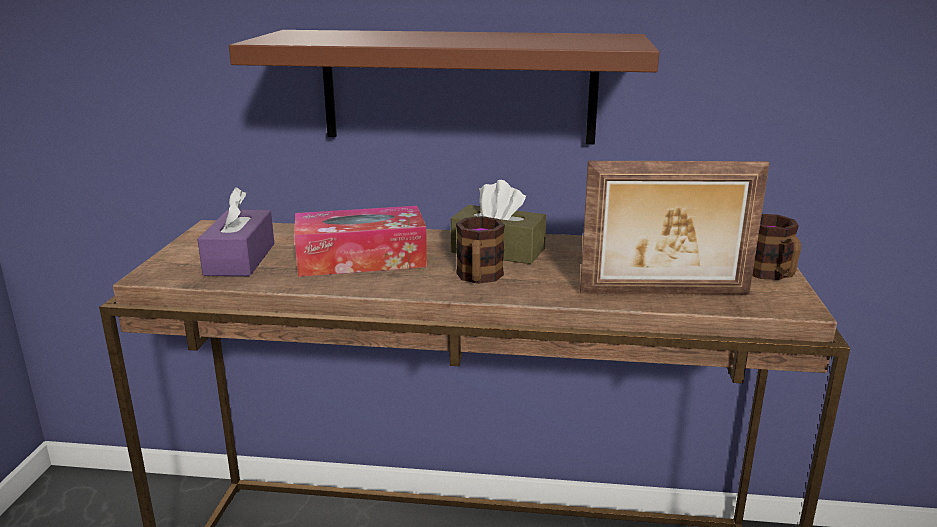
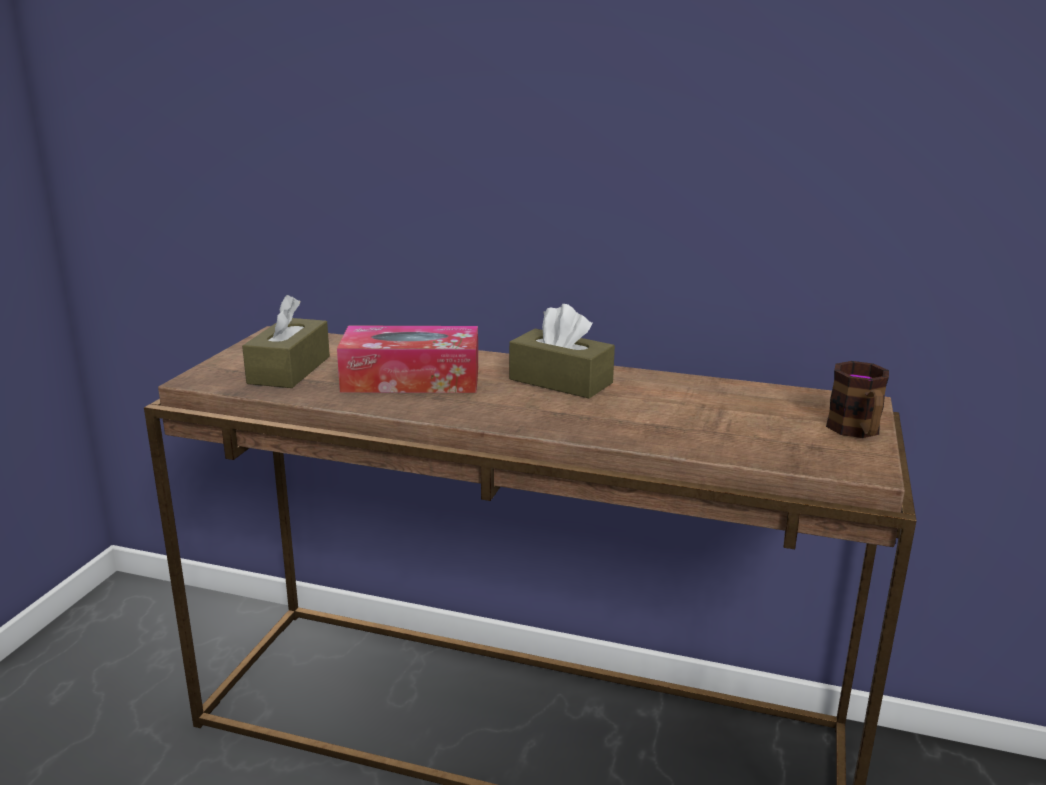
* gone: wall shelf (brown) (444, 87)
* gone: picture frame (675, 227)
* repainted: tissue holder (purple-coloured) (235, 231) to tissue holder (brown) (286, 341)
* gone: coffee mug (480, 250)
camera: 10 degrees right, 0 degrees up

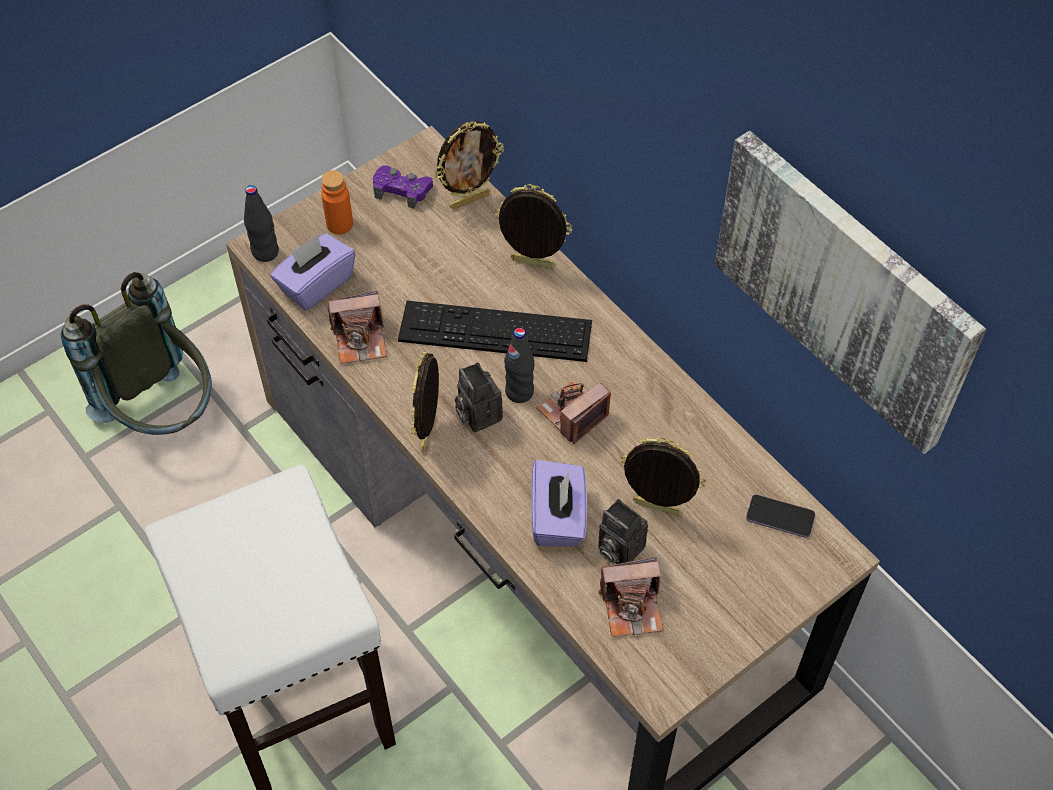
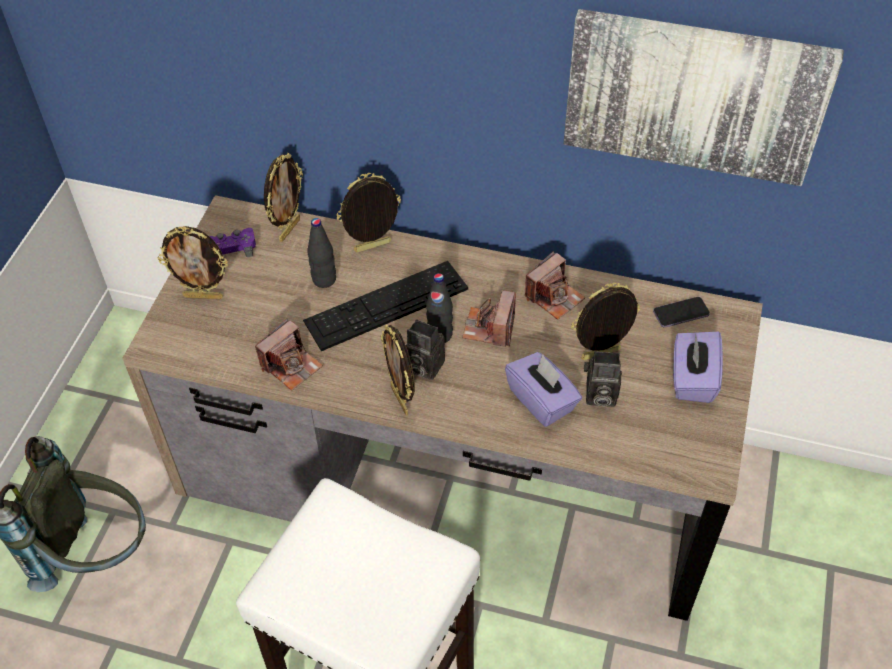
* swapped: beverage bottle (orange-coloured) (337, 202) to picture frame (193, 262)
* shifted: beverage bottle (blackish) (261, 223) to (322, 253)
* shifted: tissue holder (purple-coloured) (312, 271) to (698, 367)
* shifted: photo camera (631, 597) to (555, 285)
camera: 35 degrees left, 5 degrees down

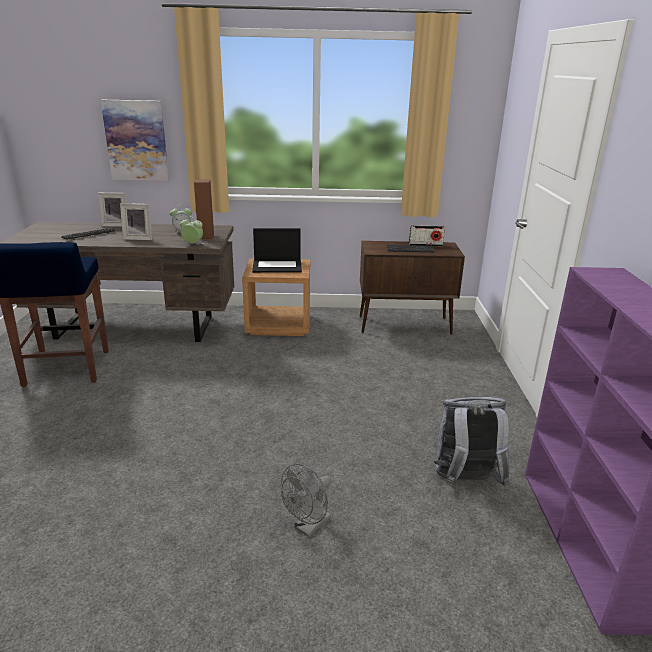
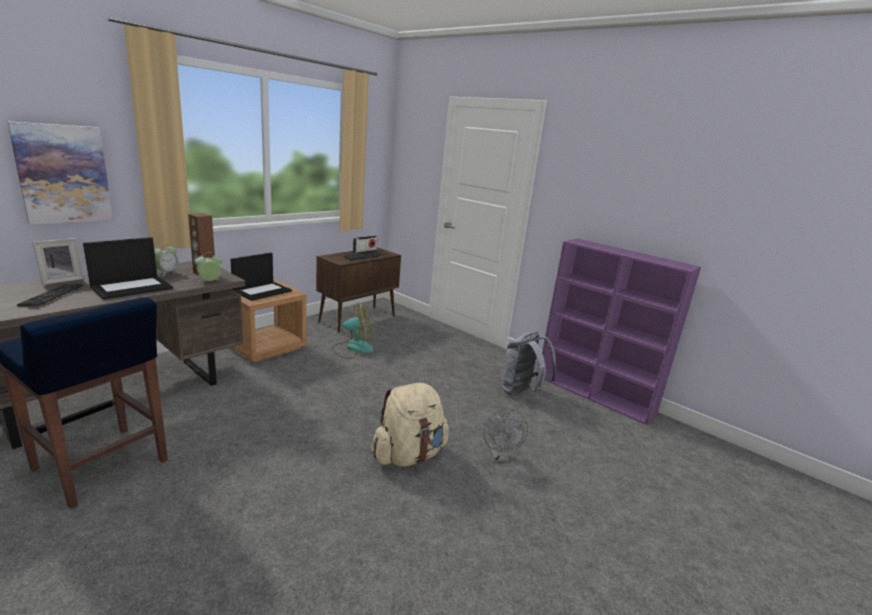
* swapped: picture frame (136, 221) to laptop (128, 268)
* new: cooling fan (353, 330)
* new: rucksack (sand-coloured) (410, 425)
camera: 50 degrees left, 5 degrees down

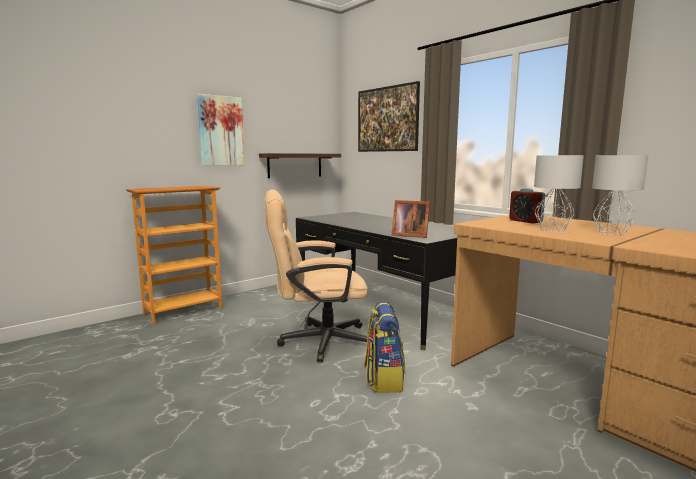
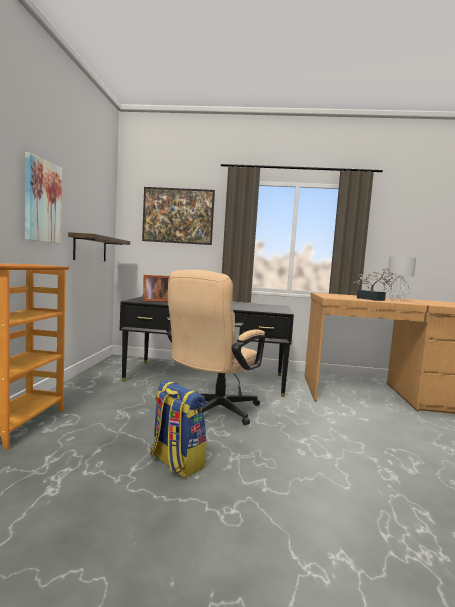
* swapped: tabletop lamp (grey) (559, 193) to houseplant (374, 284)
* gone: table clock (527, 205)
* shifted: picture frame (410, 219) to (156, 288)
* shifted: rucksack (385, 347) to (178, 429)
camera: 45 degrees left, 5 degrees down

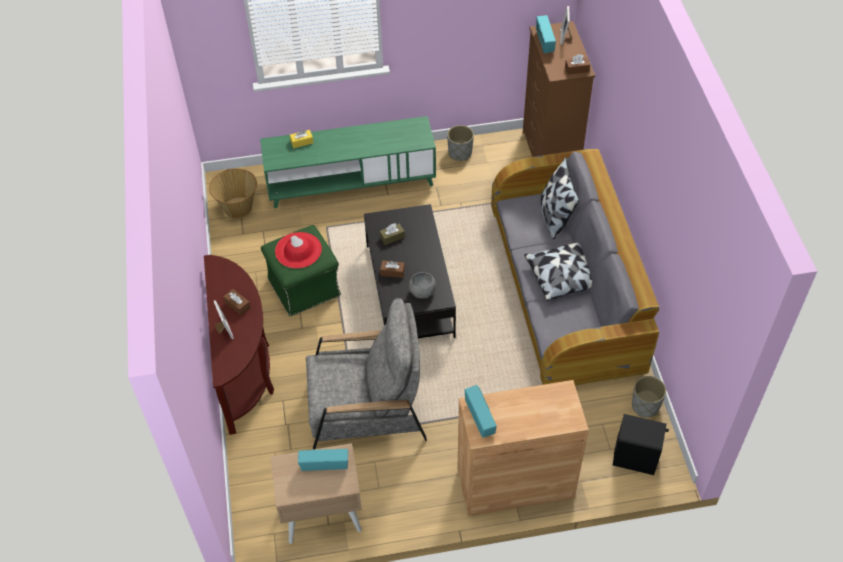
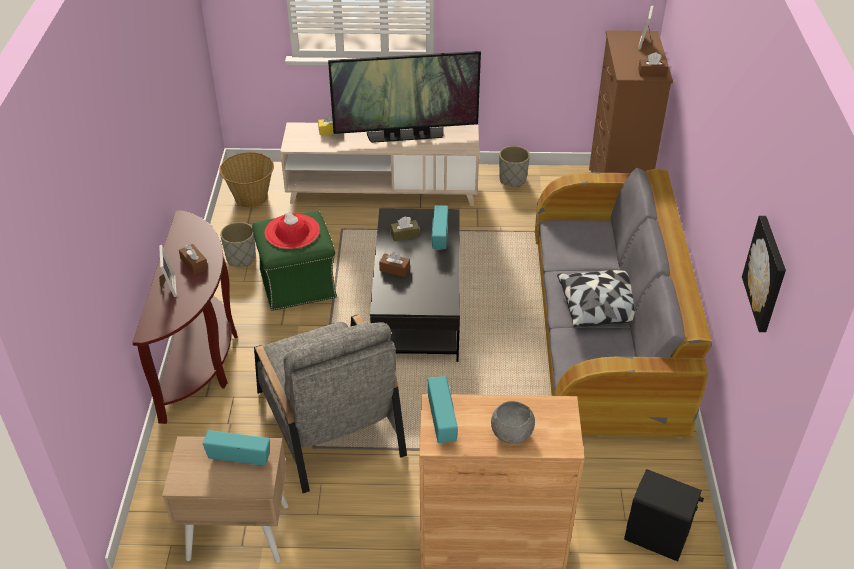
* shifted: radio set (546, 34) to (439, 227)
* repainted: tv unit (green-coloured) (348, 162) to tv unit (sand-coloured) (379, 164)
* gone: pillow (559, 198)
* shifted: serving bowl (grey) (422, 285) to (513, 422)
* rotated: armchair (grey) (366, 373) = (330, 404) 60 degrees clockwise
* shifted: flower pot (grey) (649, 396) to (238, 244)
* new: TV (404, 97)
* new: picture (764, 274)
camera: 10 degrees right, 10 degrees down

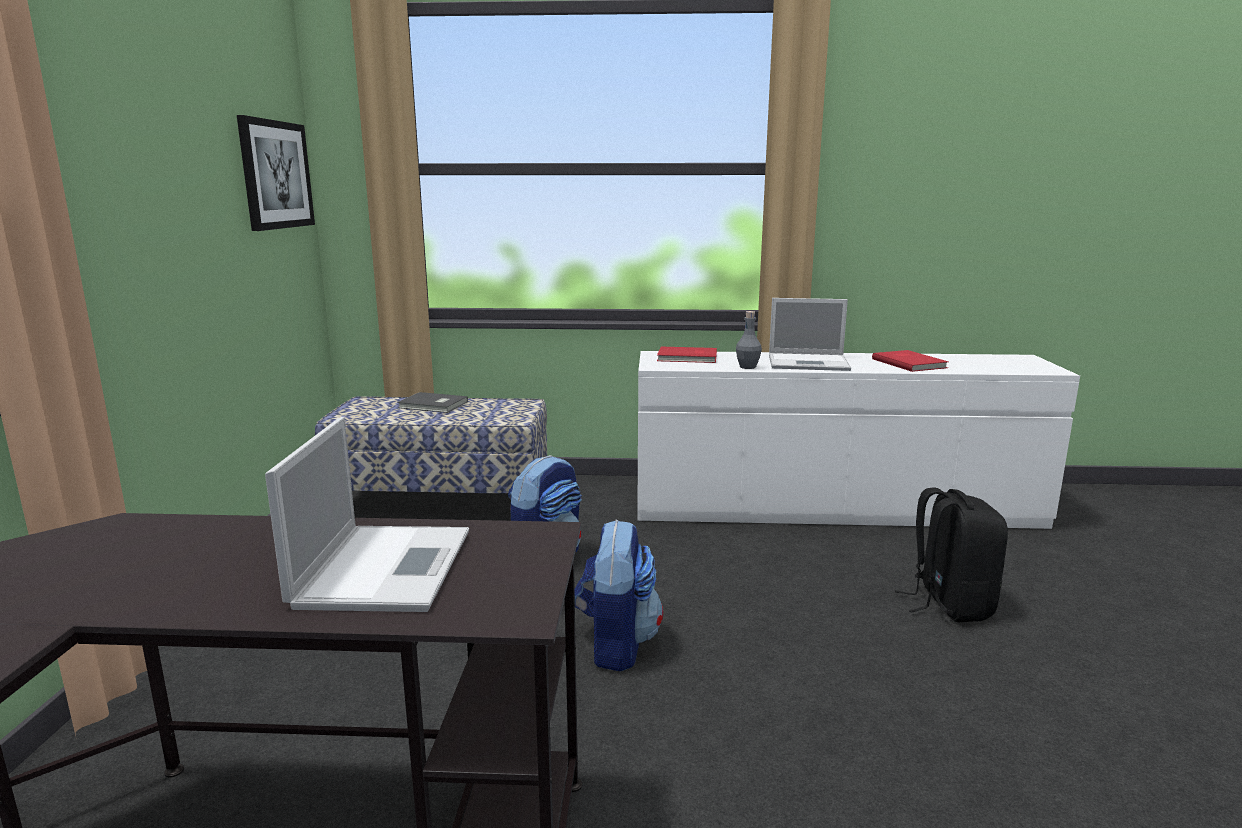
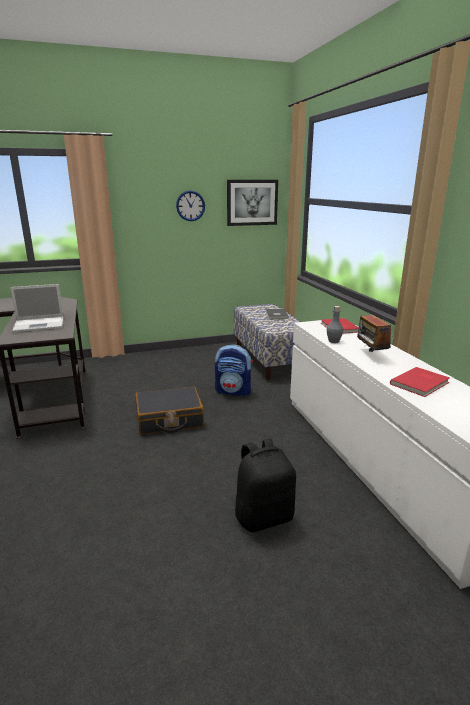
* swapped: laptop (810, 334) to radio set (372, 329)
* swapped: rucksack (619, 596) to travel case (blackish) (169, 410)
* new: clock on the wall (190, 206)
camera: 70 degrees right, 5 degrees up

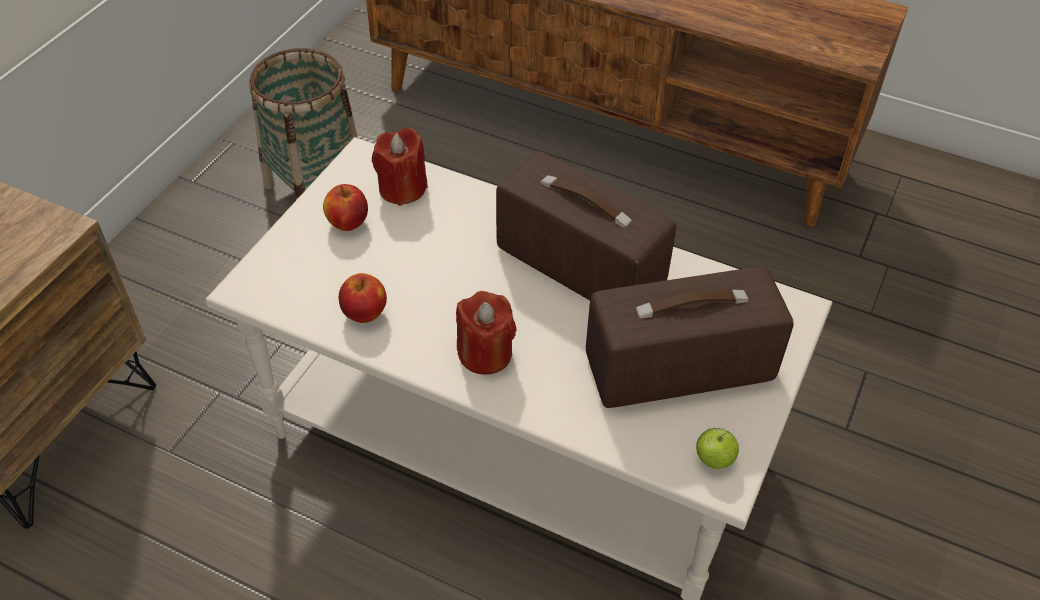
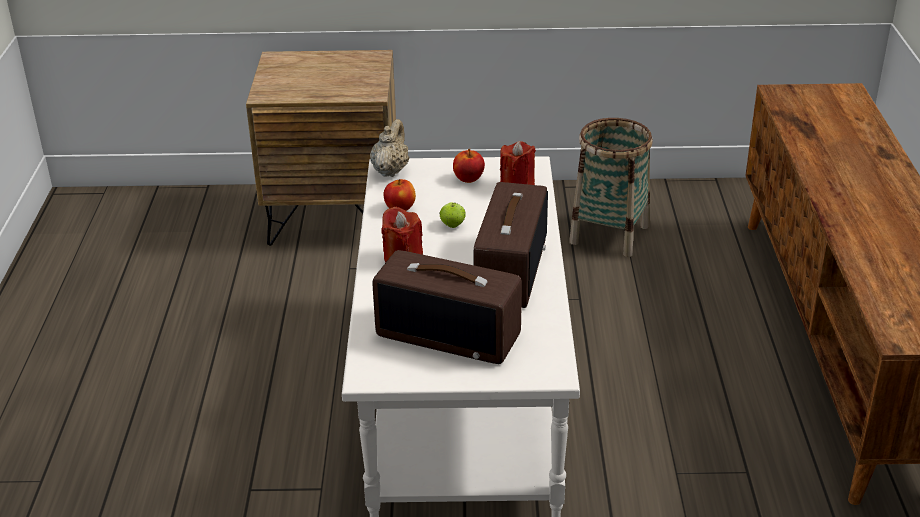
* rotated: radio set (690, 337) = (447, 307) 150 degrees clockwise
* shifted: apple (717, 448) to (453, 215)
* new: teapot (sand-coloured) (390, 148)
camera: 65 degrees right, 15 degrees down

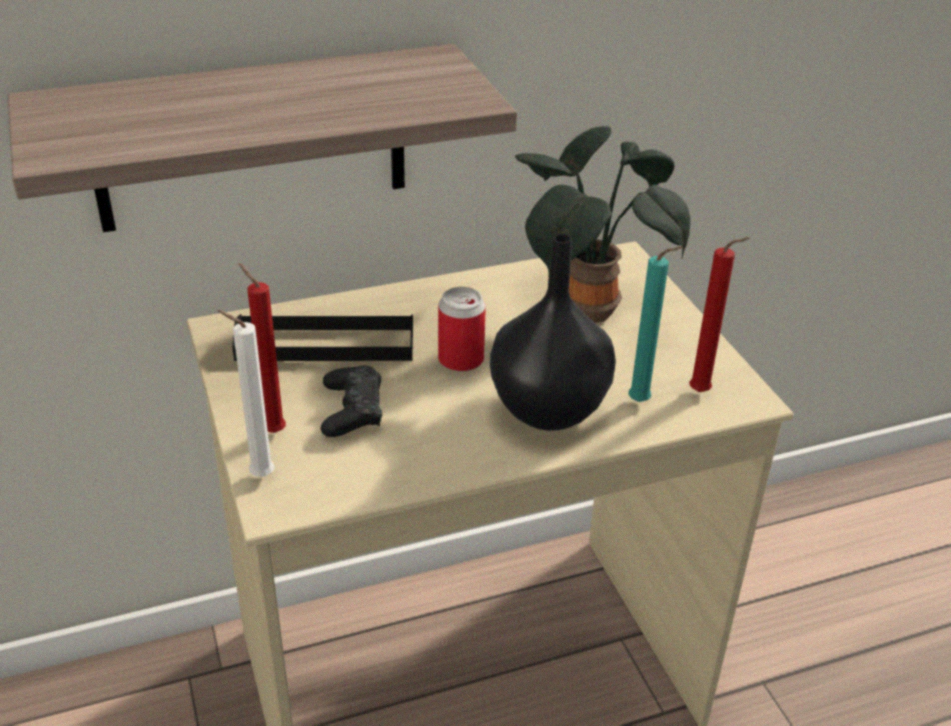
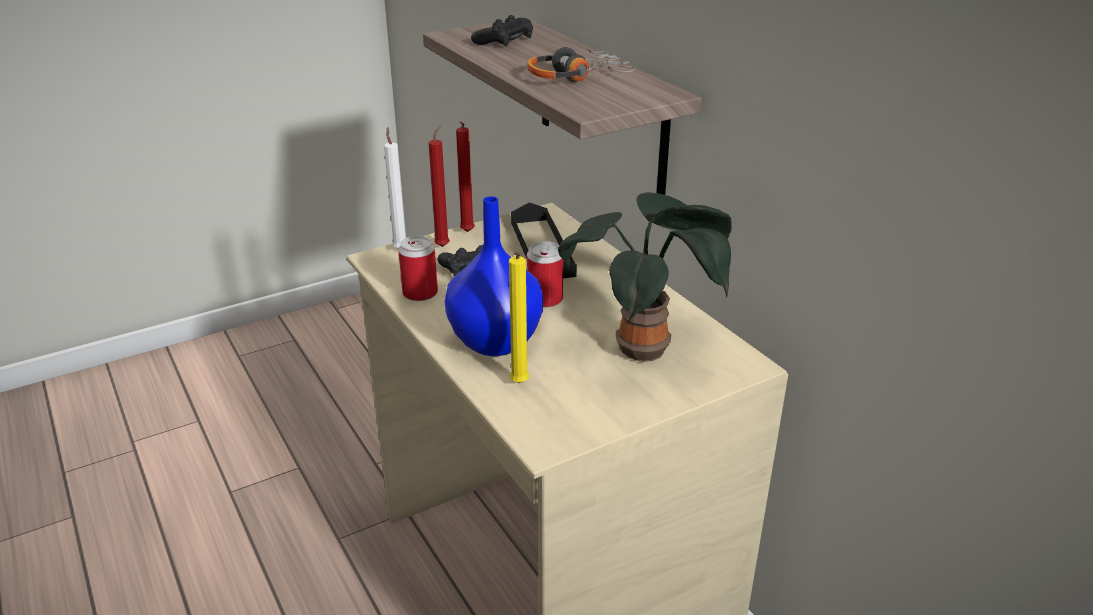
* repainted: vase (blackish) (553, 332) to vase (blue) (494, 276)
* shifted: wax candle (red-coloured) (719, 314) to (465, 176)
* repainted: wax candle (turquoise-coloured) (656, 324) to wax candle (yellow-coloured) (519, 317)
* new: game controller (blackish) (502, 31)
* new: headset (581, 64)
* new: sealed can (418, 268)
camera: 80 degrees right, 5 degrees down

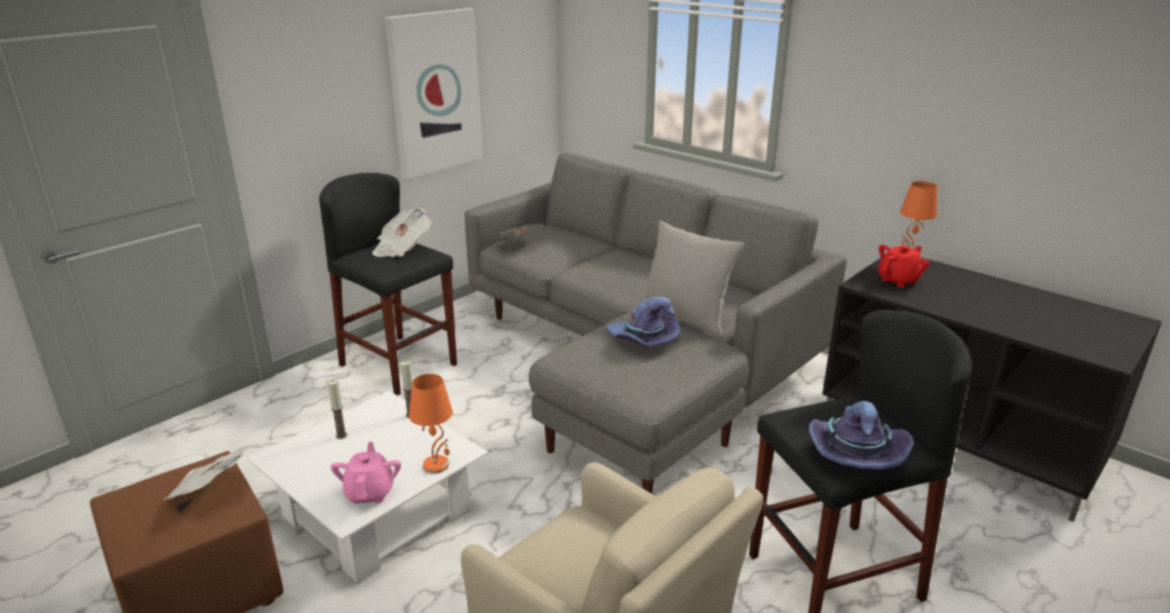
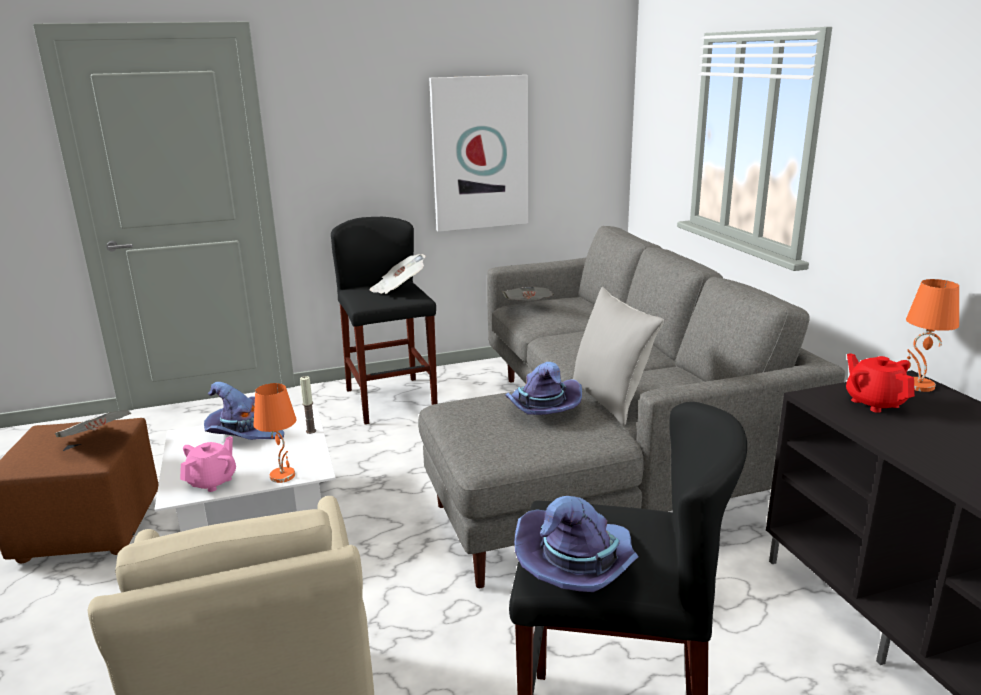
* rotated: teapot (red-coloured) (903, 266) = (880, 383) 105 degrees counterclockwise
* swapped: wax candle (337, 409) to clothing hat (purple-coloured) (244, 411)
camera: 30 degrees right, 5 degrees down

